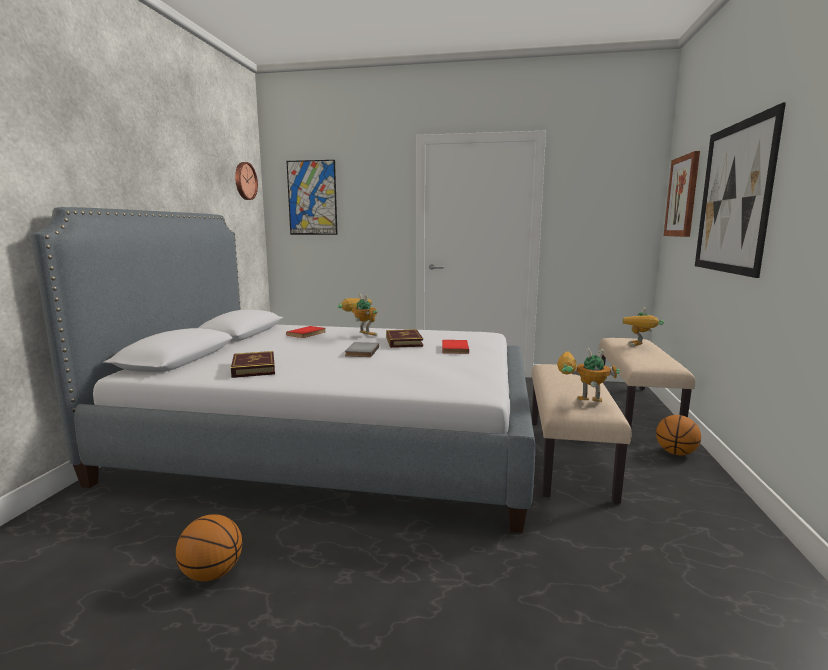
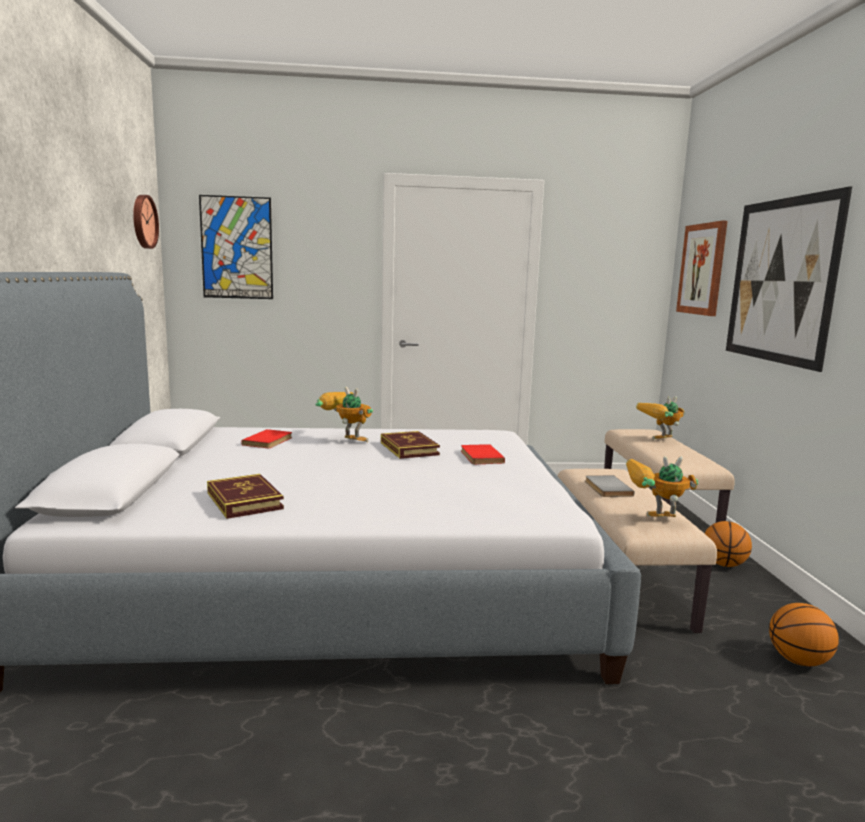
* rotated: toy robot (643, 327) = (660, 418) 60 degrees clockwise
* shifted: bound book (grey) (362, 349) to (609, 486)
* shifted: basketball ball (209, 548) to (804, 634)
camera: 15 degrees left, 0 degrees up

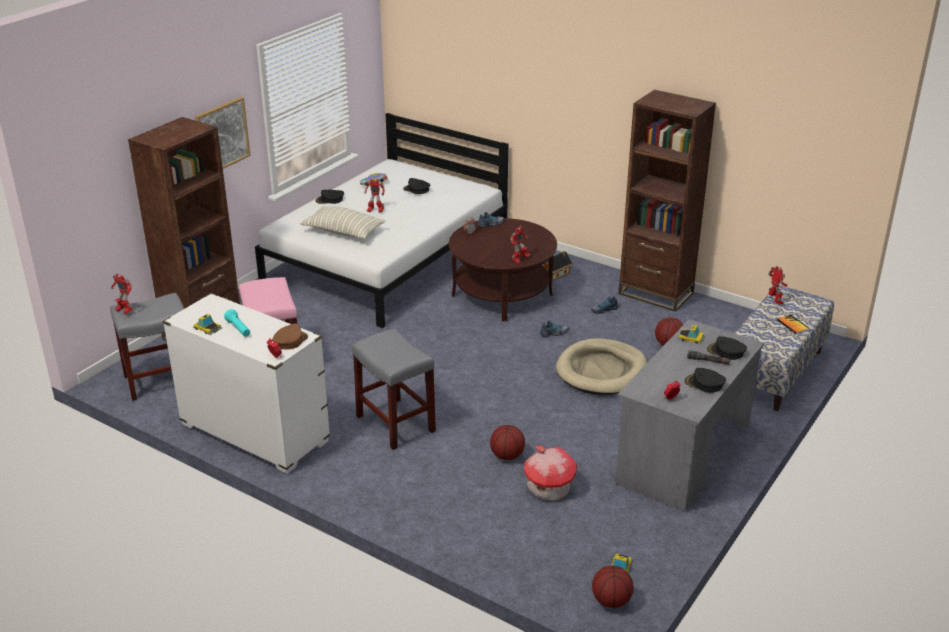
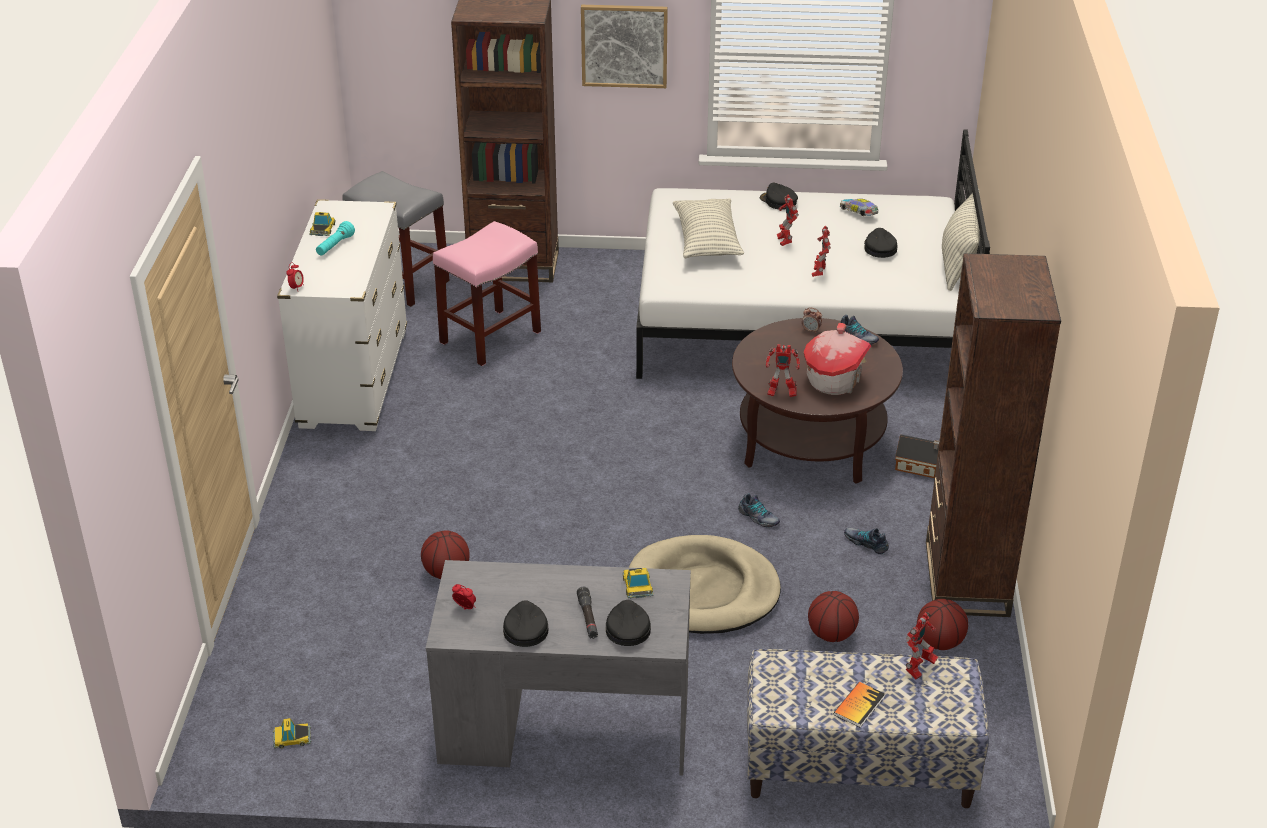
* shifted: toy robot (122, 293) to (821, 251)
* gone: cap (brown) (290, 336)
* gone: sitting stool (grey) (394, 389)
* shifted: toy house (550, 473) to (837, 359)
* shifted: basketball ball (613, 587) to (942, 624)
* new: pillow (962, 239)
camera: 60 degrees right, 5 degrees up

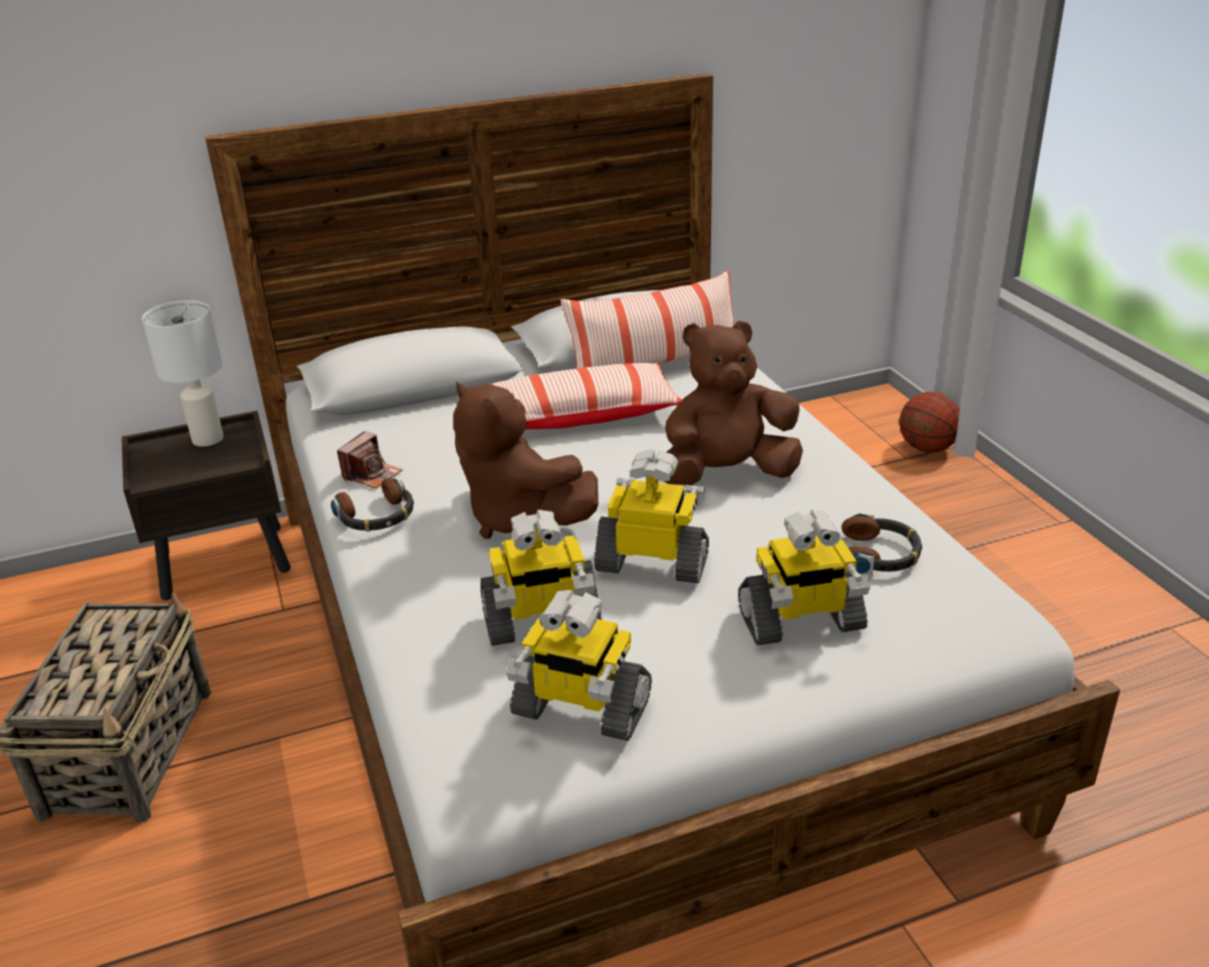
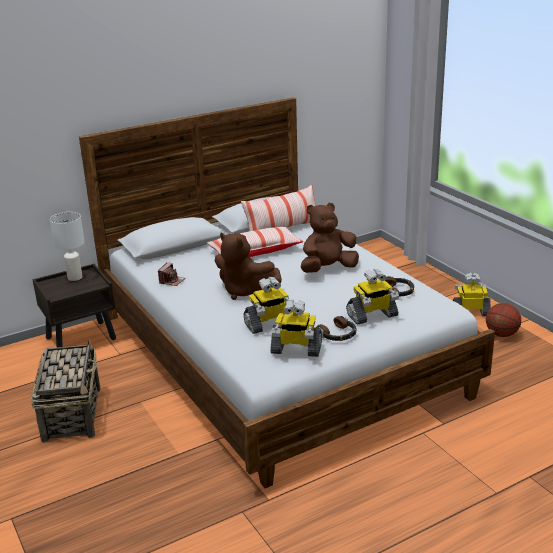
* shifted: basketball ball (929, 422) to (503, 320)
* shifted: toy robot (651, 516) to (472, 294)
* shifted: headset (372, 504) to (337, 328)
camera: 10 degrees left, 5 degrees down

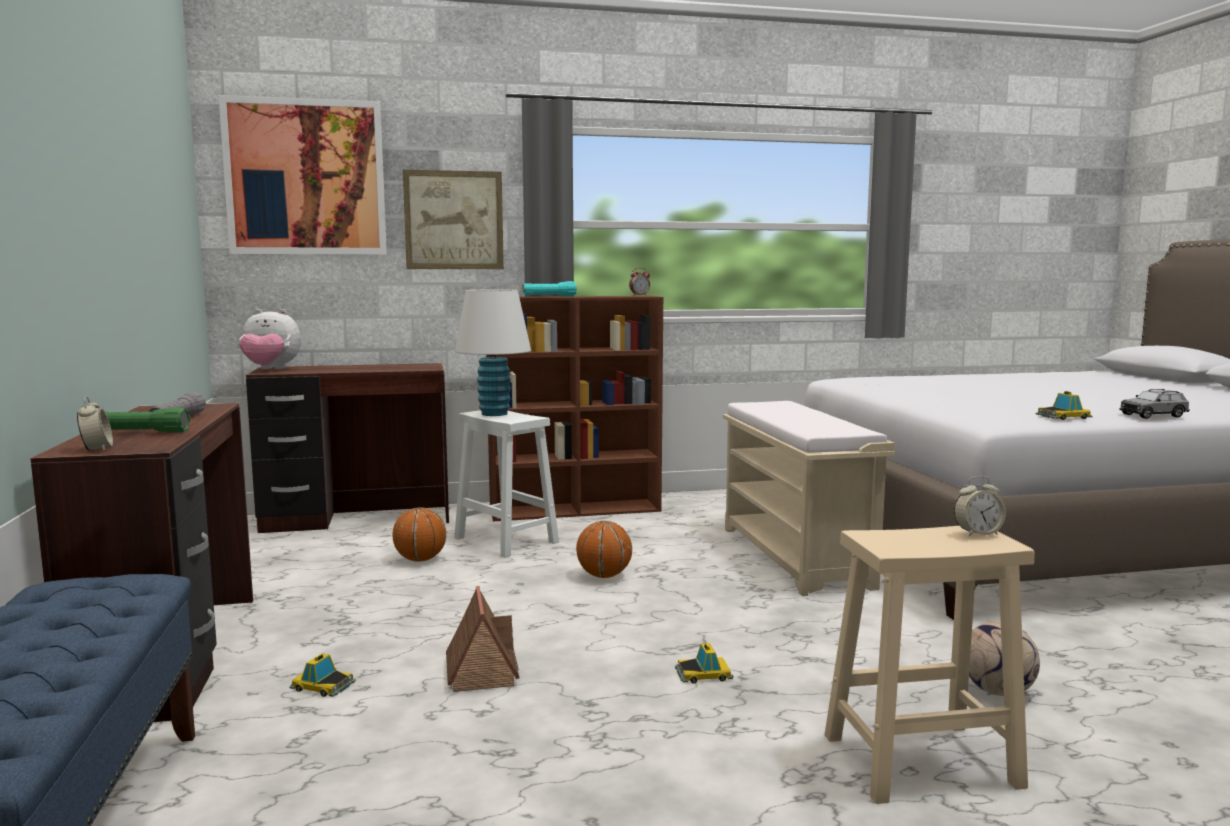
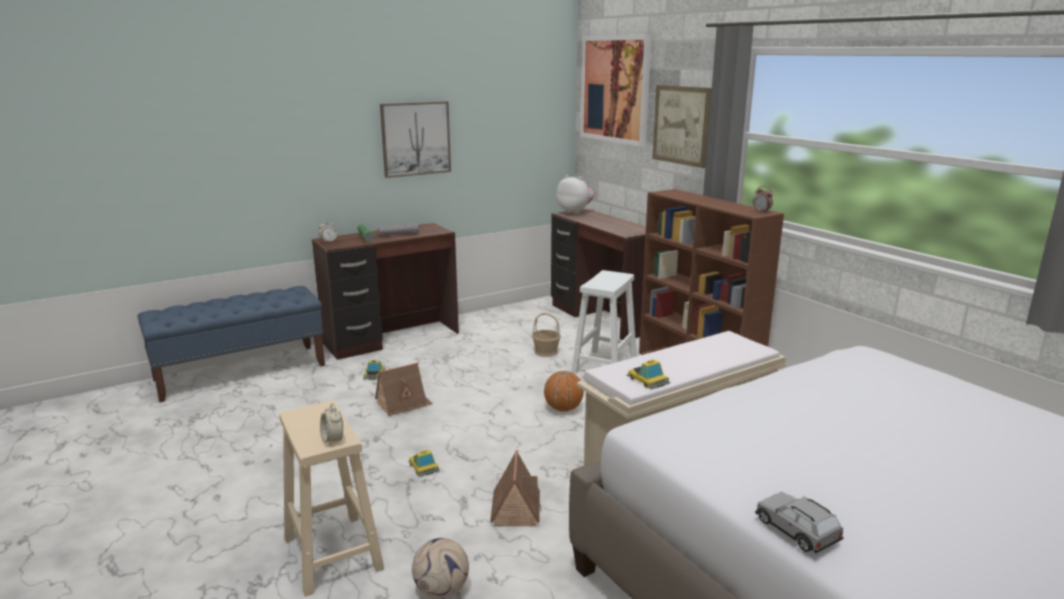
* gone: hand torch (turquoise-coloured) (549, 288)
* gone: tabletop lamp (white-coloured) (493, 353)
* rotated: plush toy (270, 339) = (575, 194) 150 degrees clockwise
* shifted: miniature car (1064, 405) to (648, 374)
* swapped: basketball ball (419, 534) to household basket (546, 335)
* new: picture (415, 139)
* new: toy house (516, 488)
camera: 70 degrees right, 10 degrees up

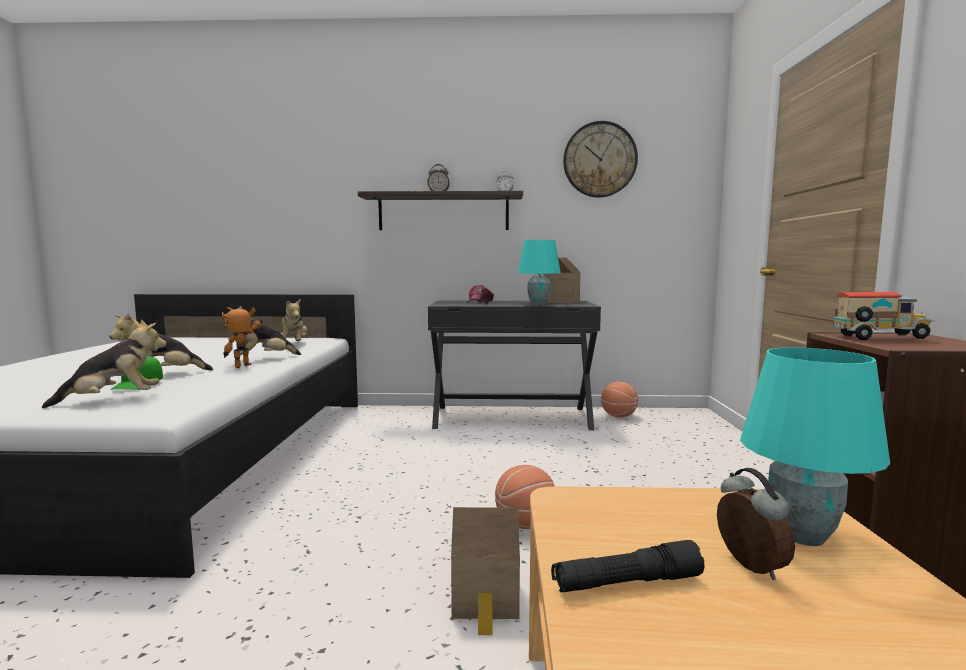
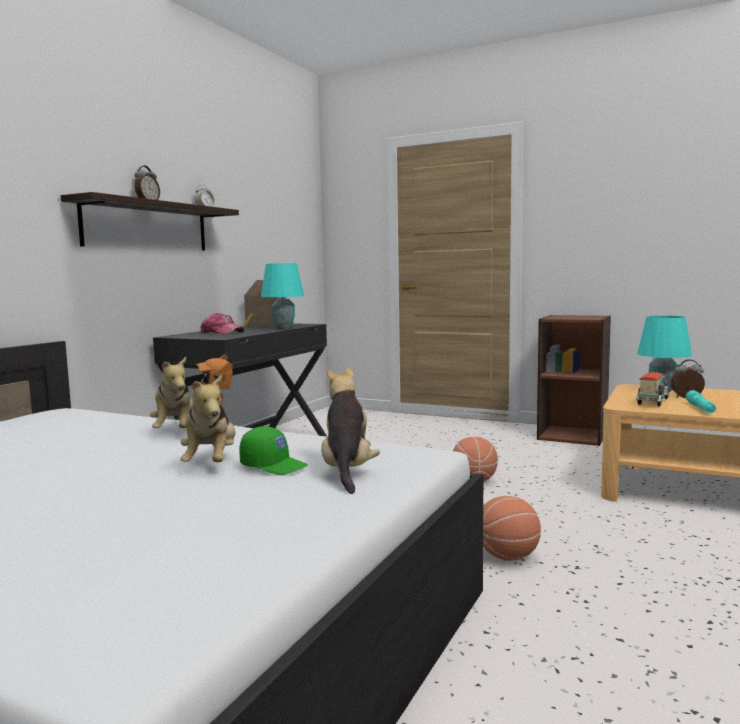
* gone: clock on the wall (600, 159)
* shifted: model truck (883, 316) to (652, 389)
* gone: plush toy (294, 320)
* shifted: basketball ball (619, 399) to (512, 528)
* gone: toy house (485, 571)
* repainted: hand torch (blackish) (627, 566) to hand torch (turquoise-coloured) (701, 401)
camera: 65 degrees left, 0 degrees up

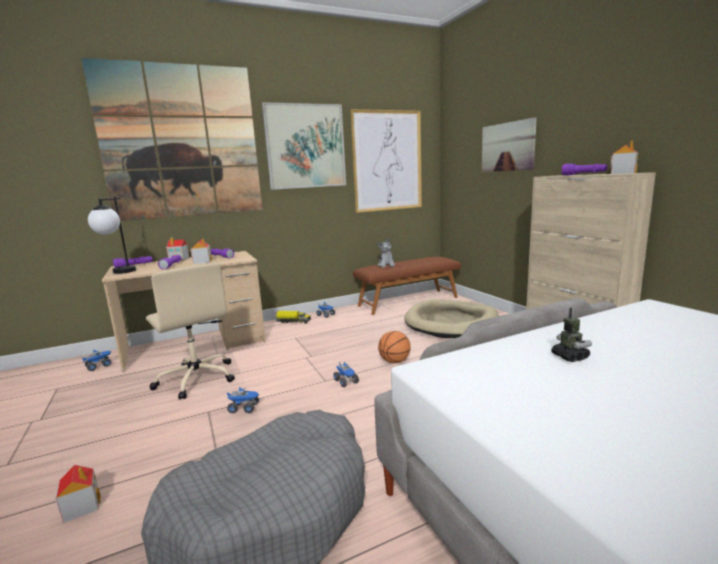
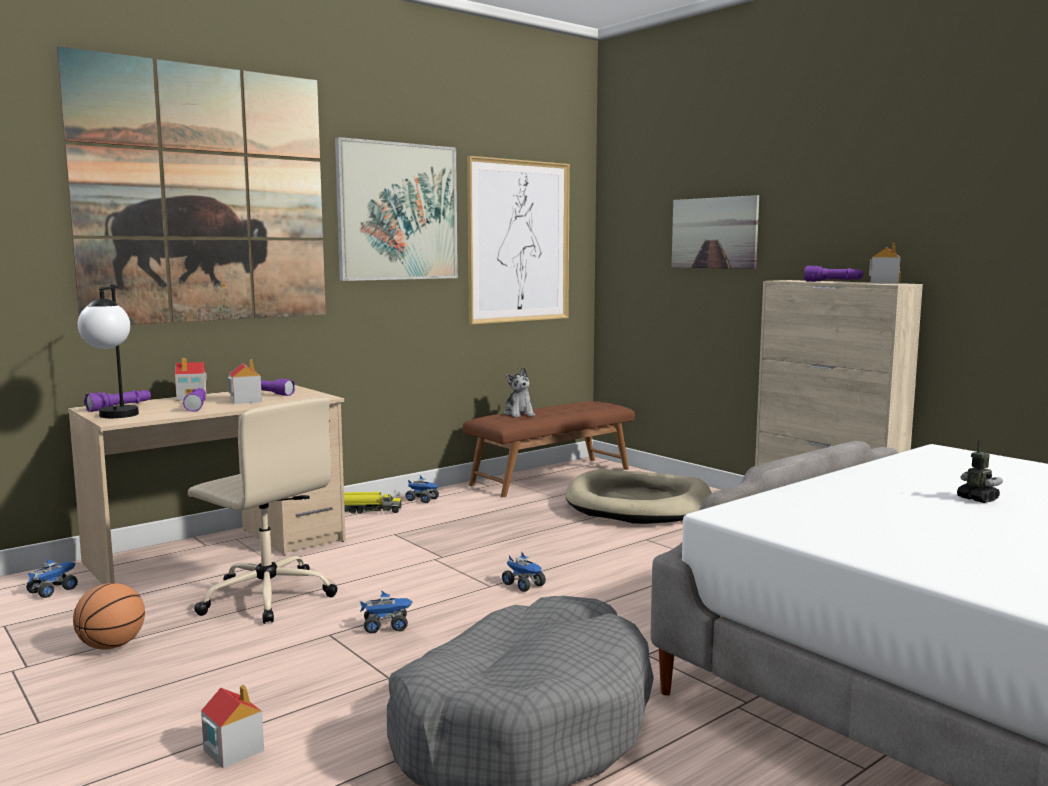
* shifted: toy robot (571, 335) to (980, 471)
* shifted: basketball ball (394, 347) to (109, 616)
camera: 15 degrees left, 5 degrees down

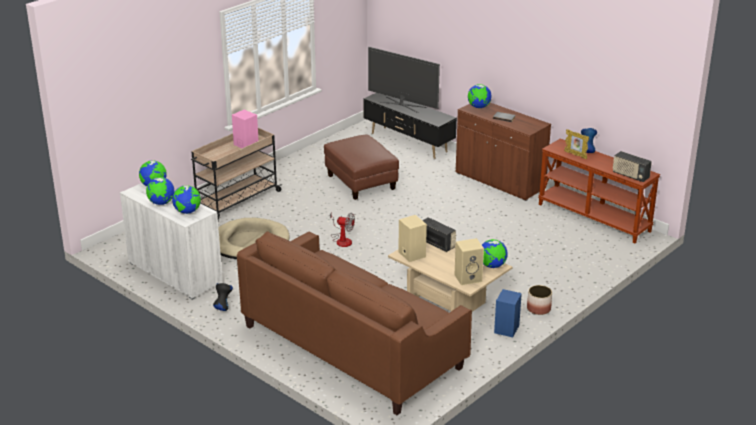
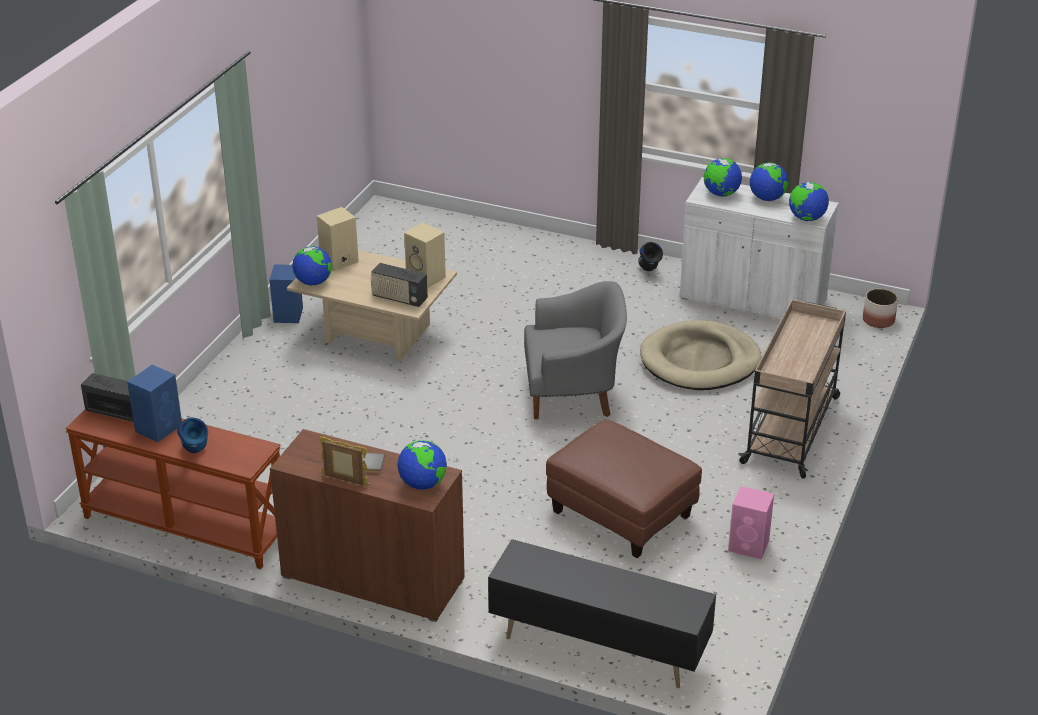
* gone: TV (404, 80)
* shifted: speaker (pink-coloured) (245, 129) to (751, 523)
* shifted: picture frame (576, 144) to (344, 461)
* swapped: cooling fan (342, 230) to armchair (grey) (575, 350)
* gone: settee (brown) (354, 323)
* shifted: flower pot (539, 300) to (880, 308)
* new: speaker (blue) (154, 403)
camera: 160 degrees right, 5 degrees up

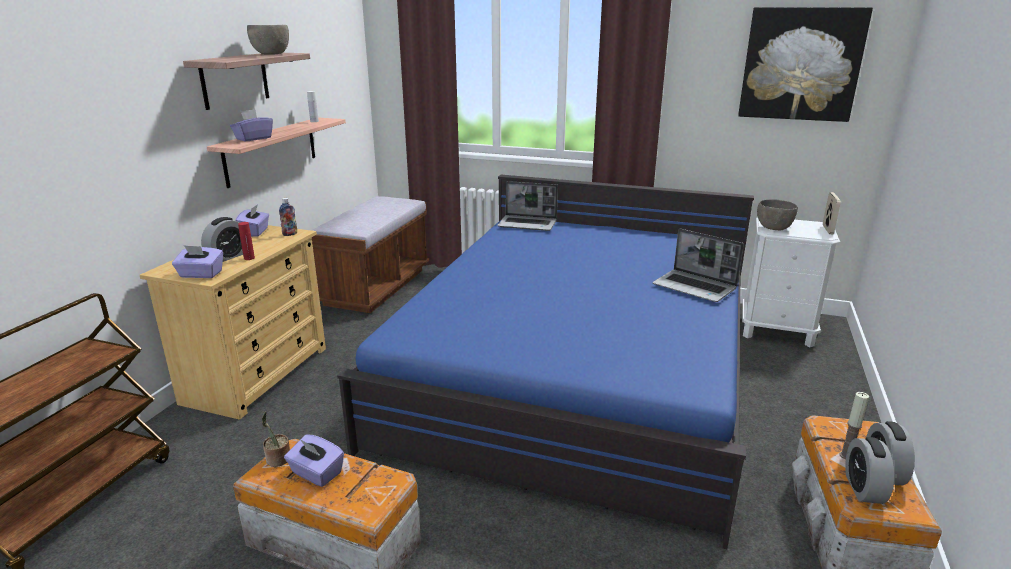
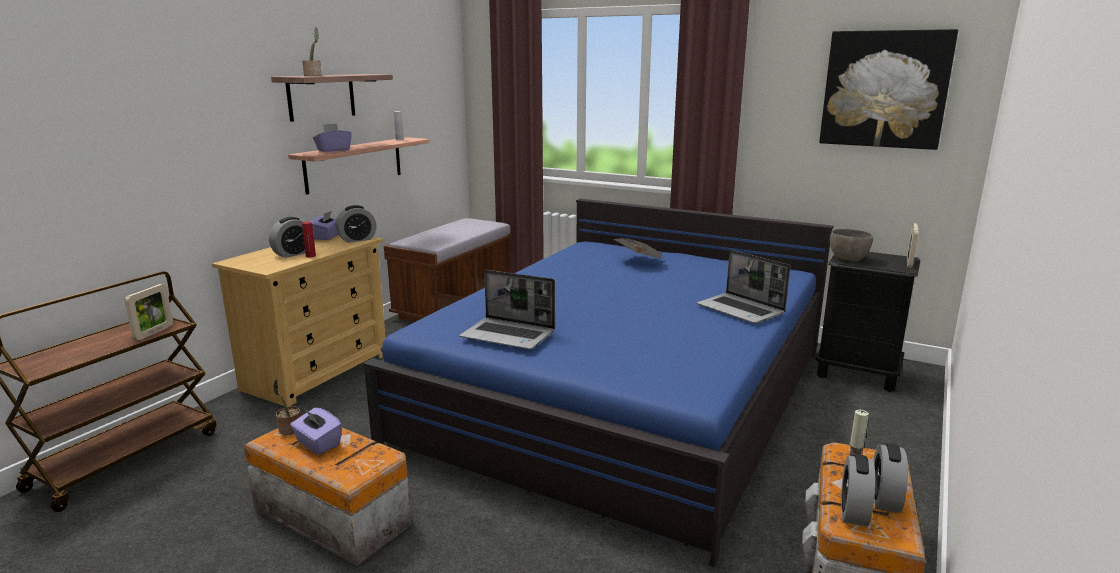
* gone: serving bowl (grey) (268, 40)
* shifted: laptop (527, 206) to (507, 309)
* swapped: beverage bottle (288, 217) to table clock (355, 224)
* repainted: bedside table (white-coloured) (791, 282) to bedside table (blackish) (868, 322)
* gone: tissue holder (purple-coloured) (197, 261)
* new: houseplant (312, 51)
* new: daily paper (638, 248)
* new: picture frame (149, 312)
camera: 10 degrees right, 5 degrees down

